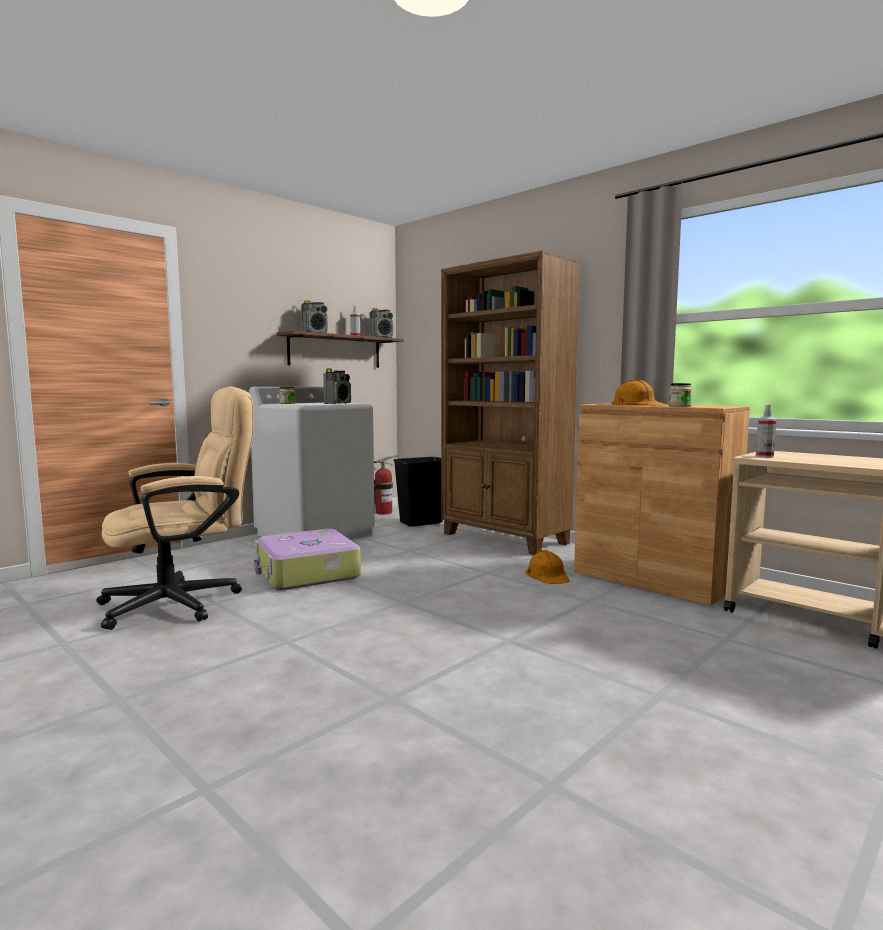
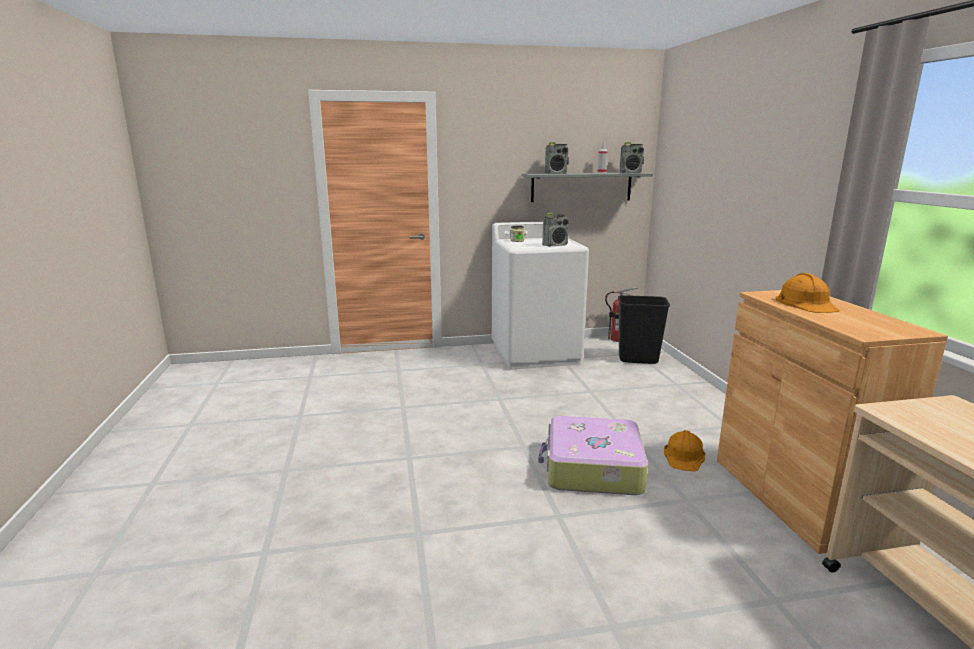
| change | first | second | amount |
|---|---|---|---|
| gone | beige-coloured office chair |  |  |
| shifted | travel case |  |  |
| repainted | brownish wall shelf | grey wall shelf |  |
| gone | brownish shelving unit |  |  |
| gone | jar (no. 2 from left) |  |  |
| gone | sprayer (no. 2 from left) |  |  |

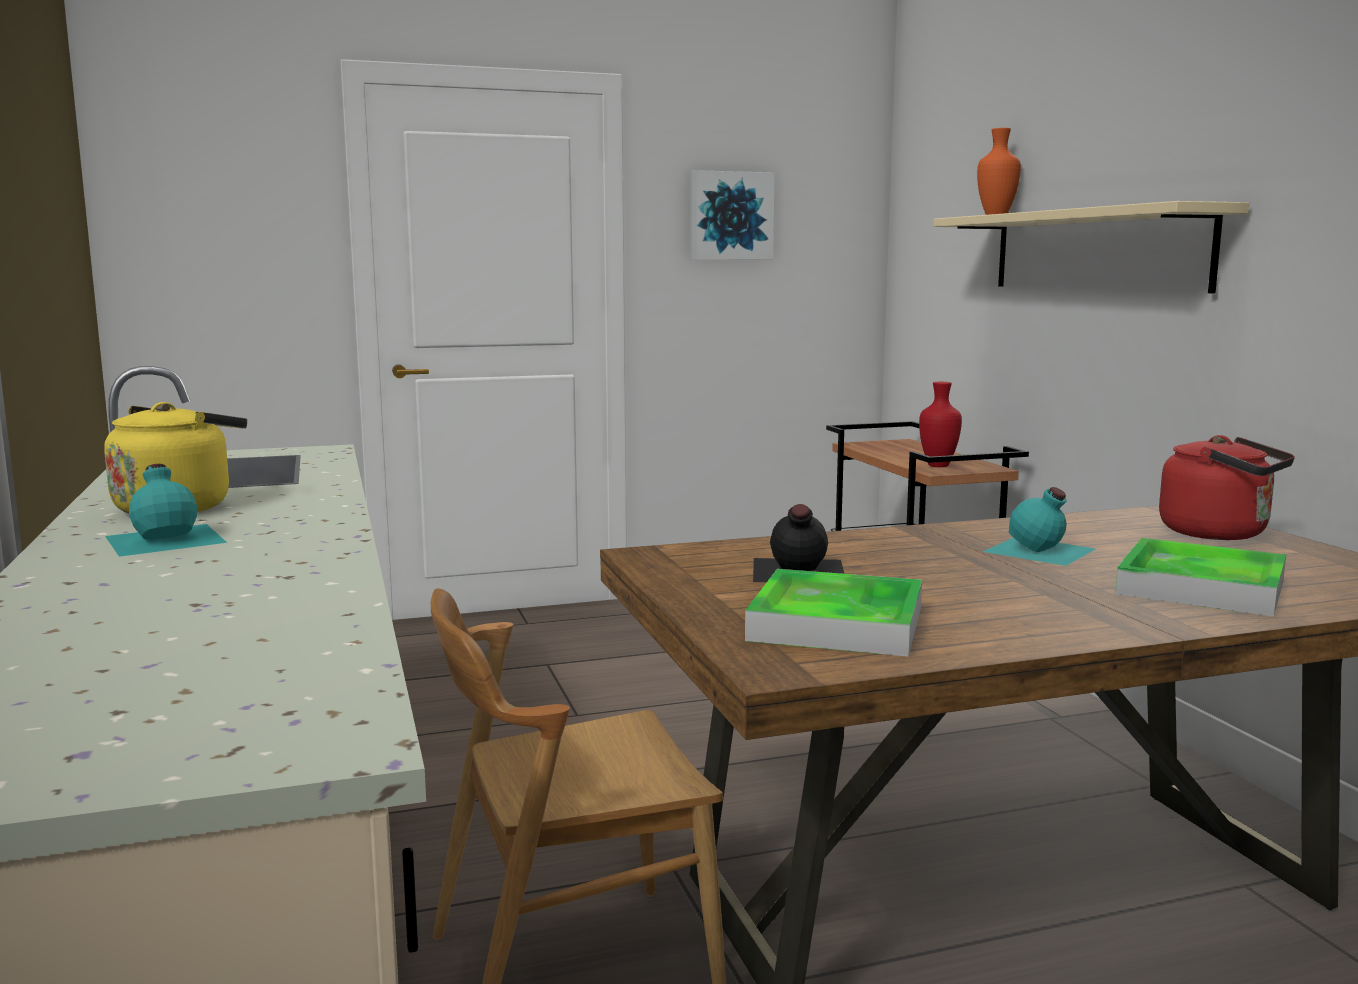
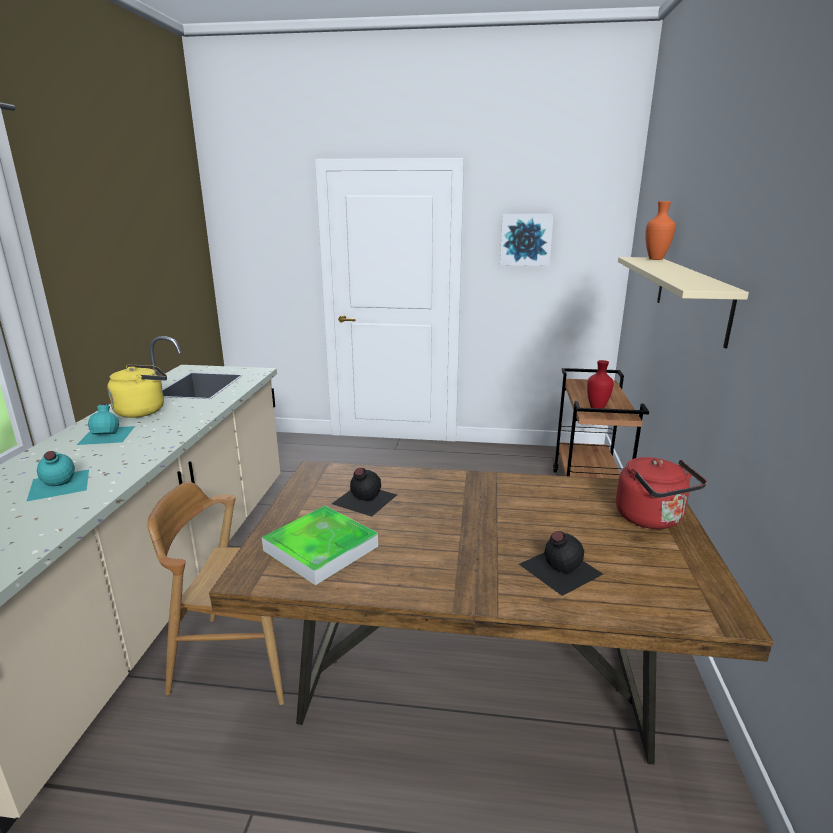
| change | first | second | amount |
|---|---|---|---|
| shifted | turquoise-coloured bottle (no. 2 from left in the first image) | turquoise-coloured bottle (no. 1 from left) |  |
| swapped | tray (no. 2 from left) | blackish bottle (no. 2 from left) |  |

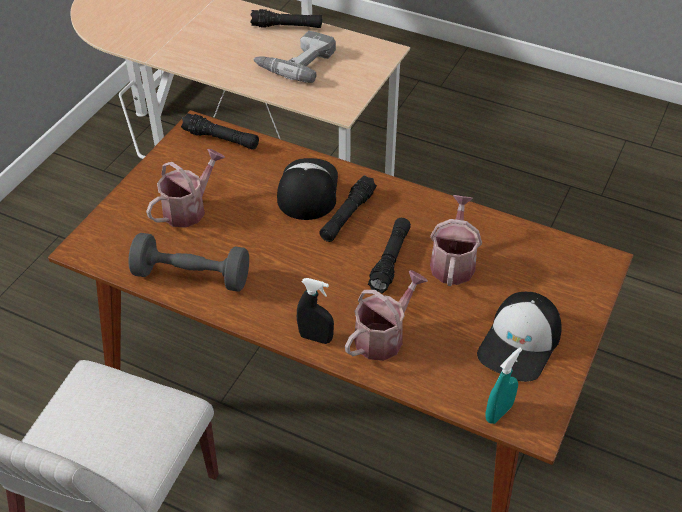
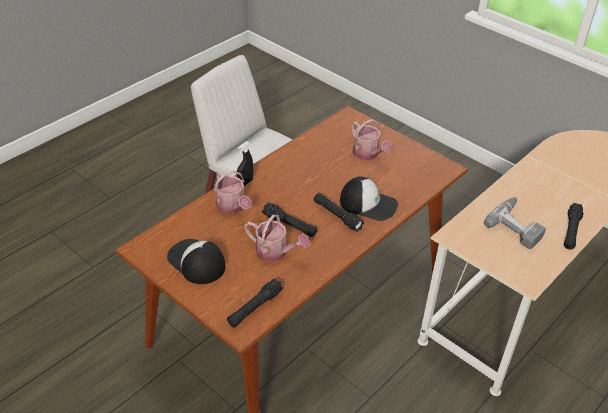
| change | first | second | amount |
|---|---|---|---|
| gone | grey free weight |  |  |
| shifted | blackish flashlight (no. 1 from left) |  |  |
| gone | turquoise-coloured sprayer |  |  |

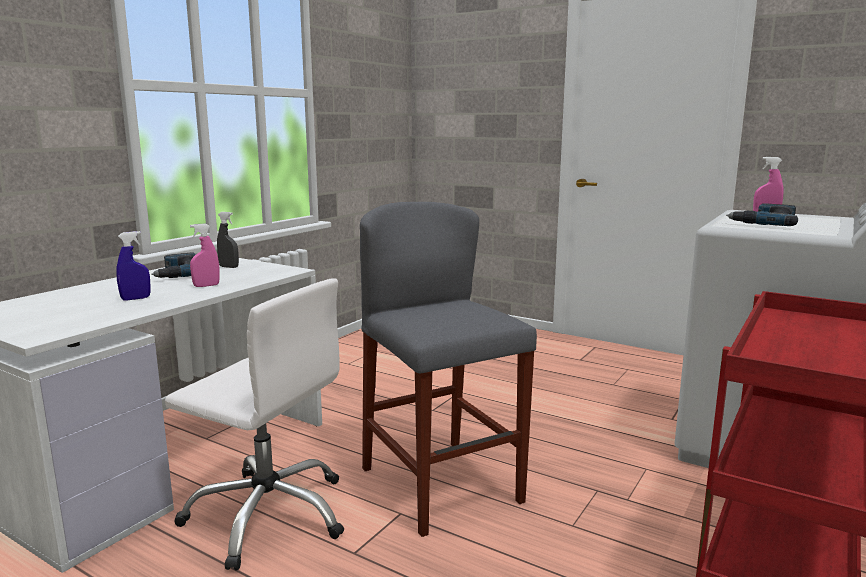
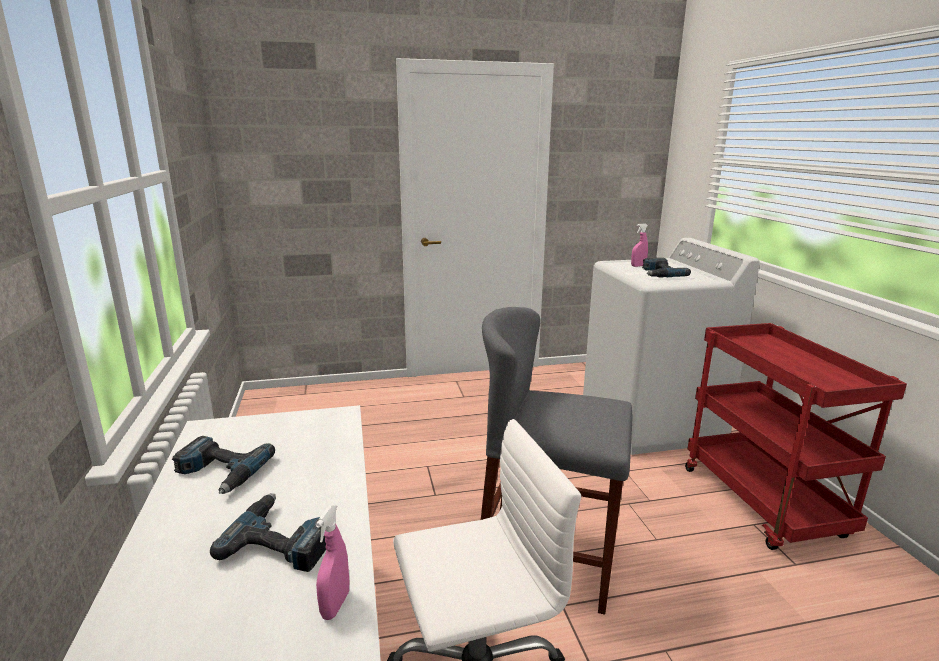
| change | first | second | amount |
|---|---|---|---|
| swapped | bluish sprayer | electric drill (no. 2 from left) |  |
| shifted | pink-coloured sprayer (no. 1 from left) |  |  |
| gone | grey sprayer |  |  |

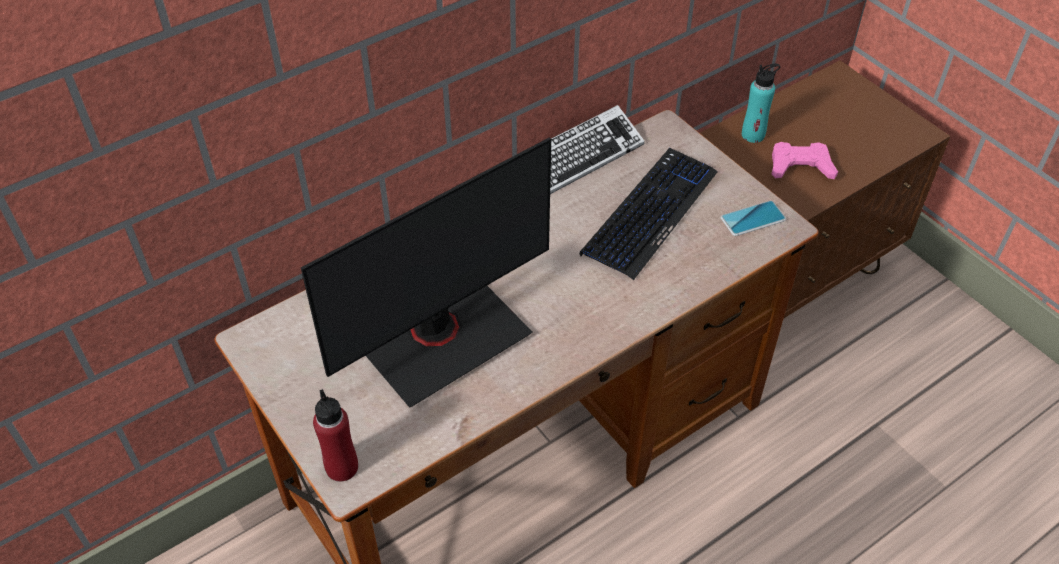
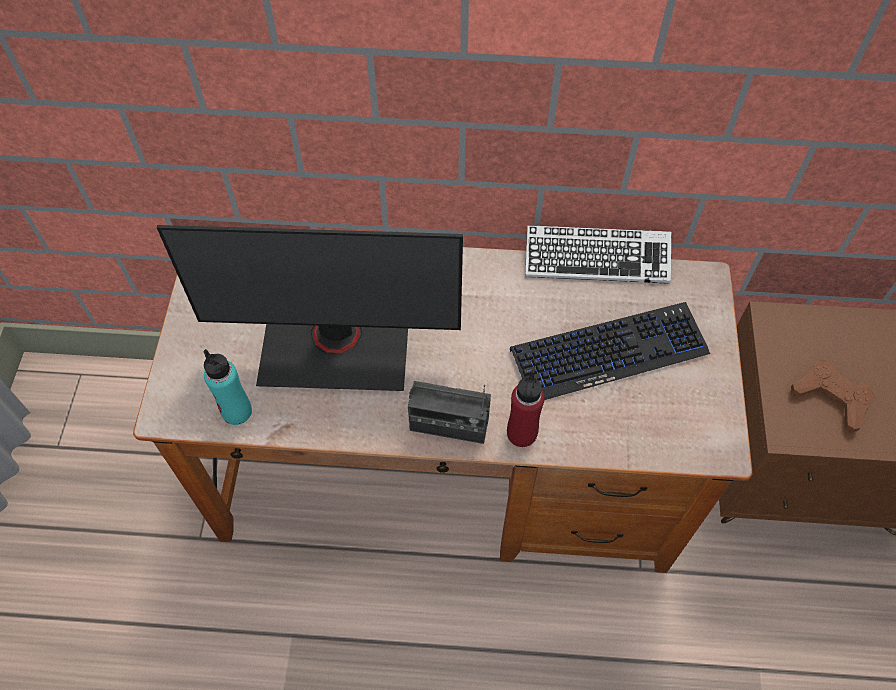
| change | first | second | amount |
|---|---|---|---|
| shifted | red bottle |  |  |
| gone | handset |  |  |
| shifted | turquoise-coloured bottle |  |  |
| repainted | pink-coloured game controller | brownish game controller |  |
| new |  | radio set |  |

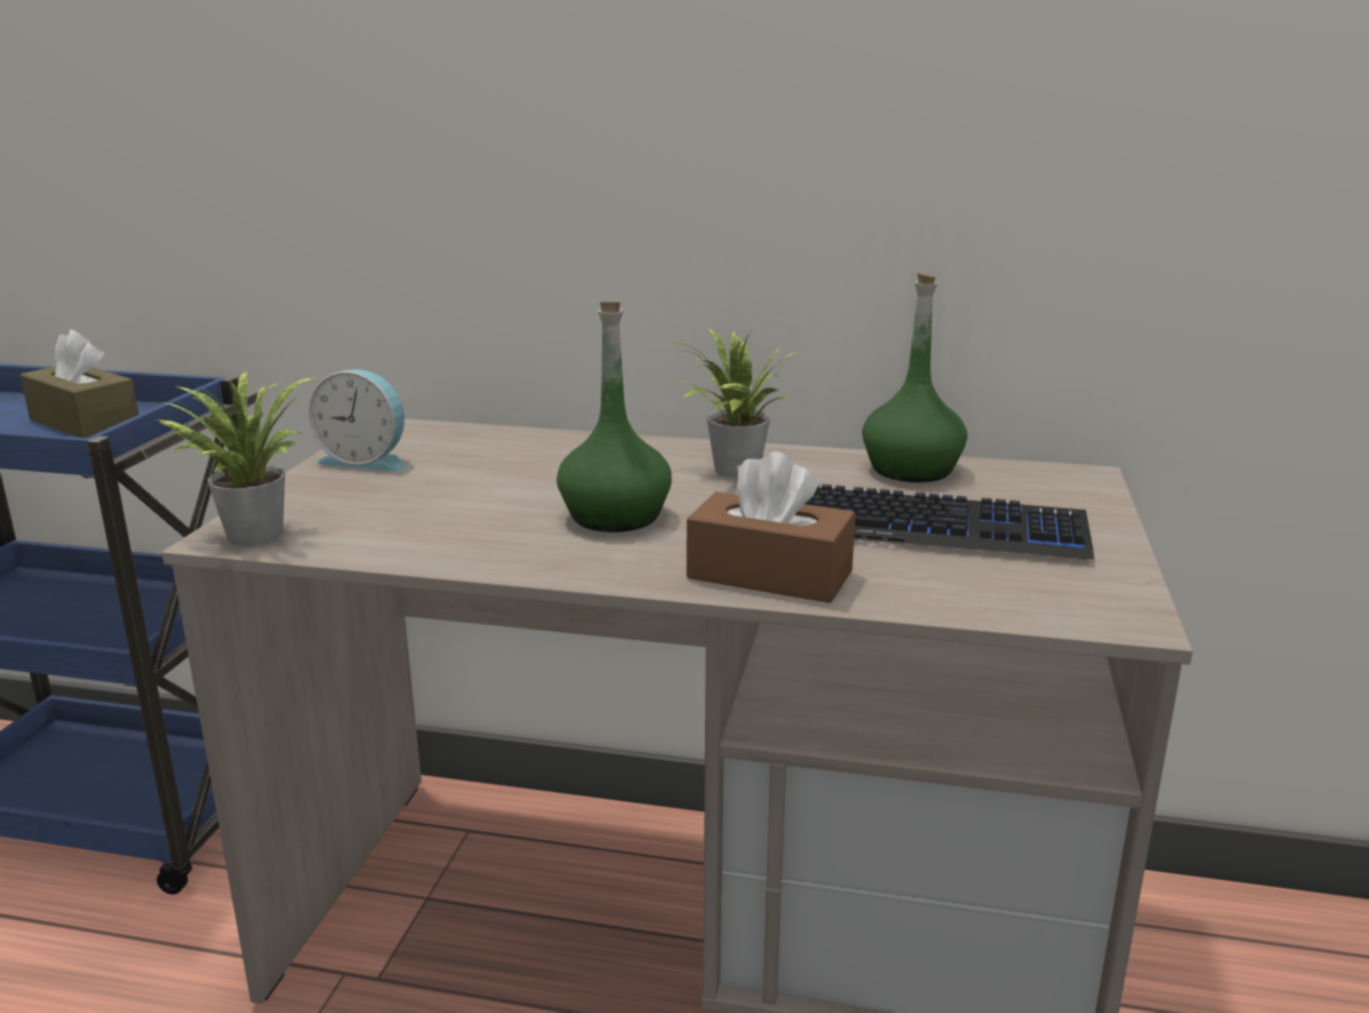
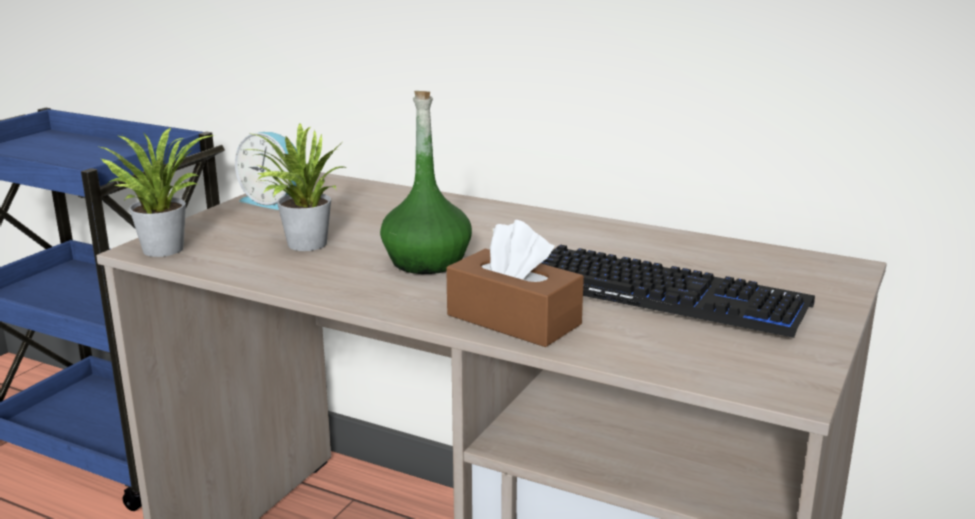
| change | first | second | amount |
|---|---|---|---|
| gone | brownish box of tissues (no. 1 from left) |  |  |
| shifted | potted plant (no. 2 from left) |  |  |
| gone | green bottle (no. 2 from left) |  |  |

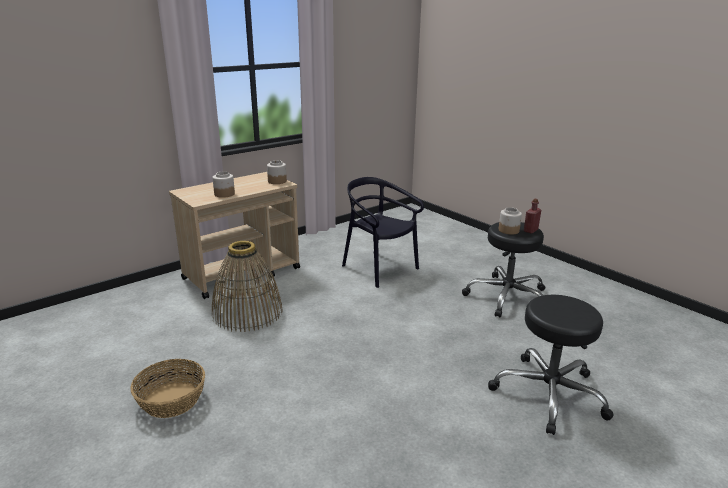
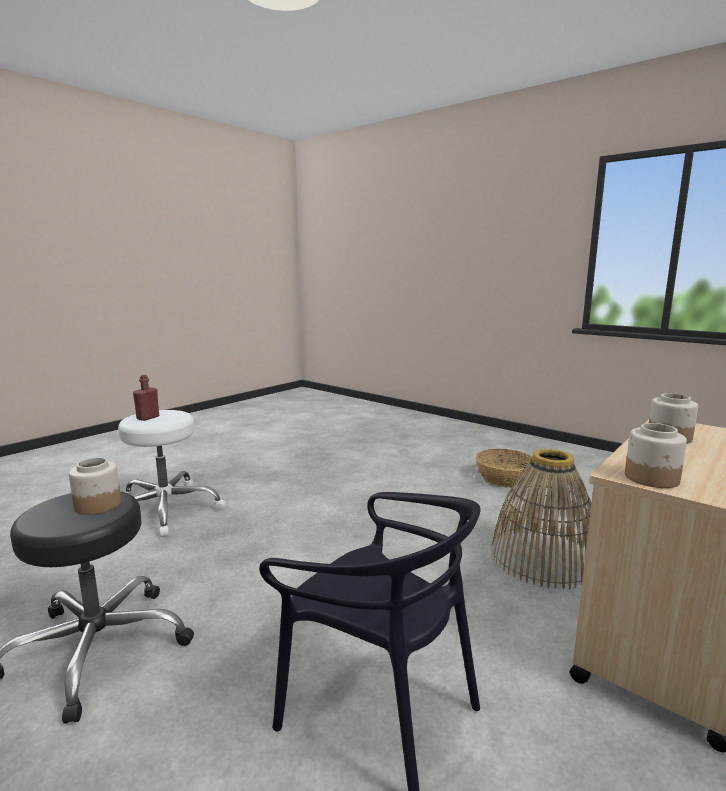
| change | first | second | amount |
|---|---|---|---|
| repainted | blackish stool (no. 2 from left) | white stool |  |
| shifted | red bottle |  |  |

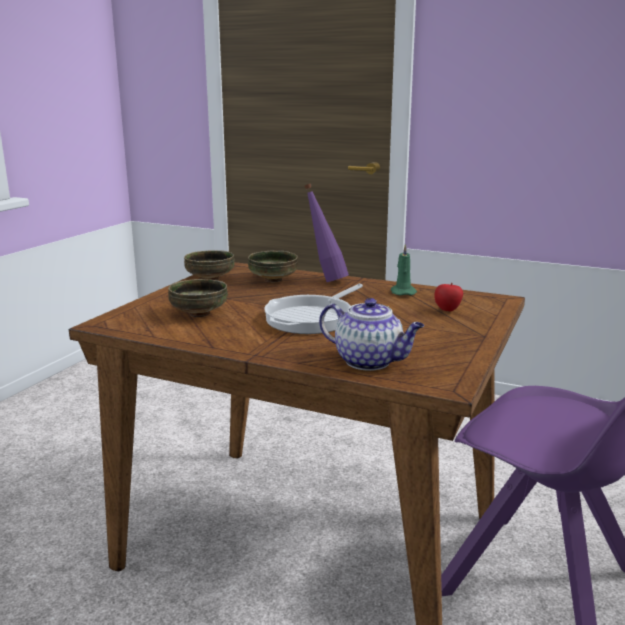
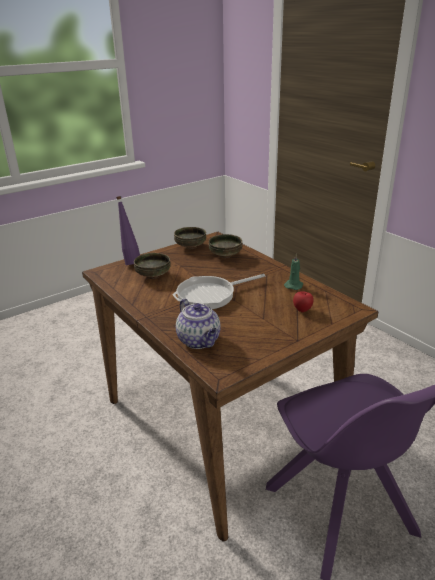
| change | first | second | amount |
|---|---|---|---|
| shifted | purplish bottle |  |  |

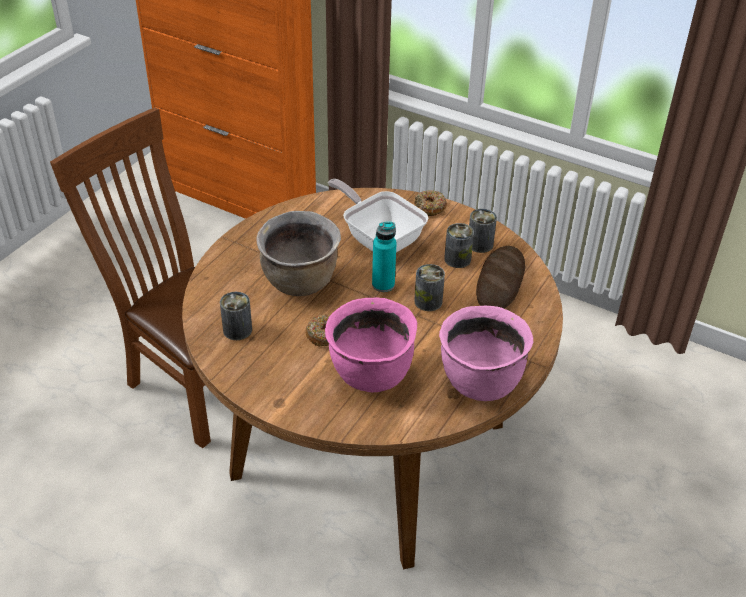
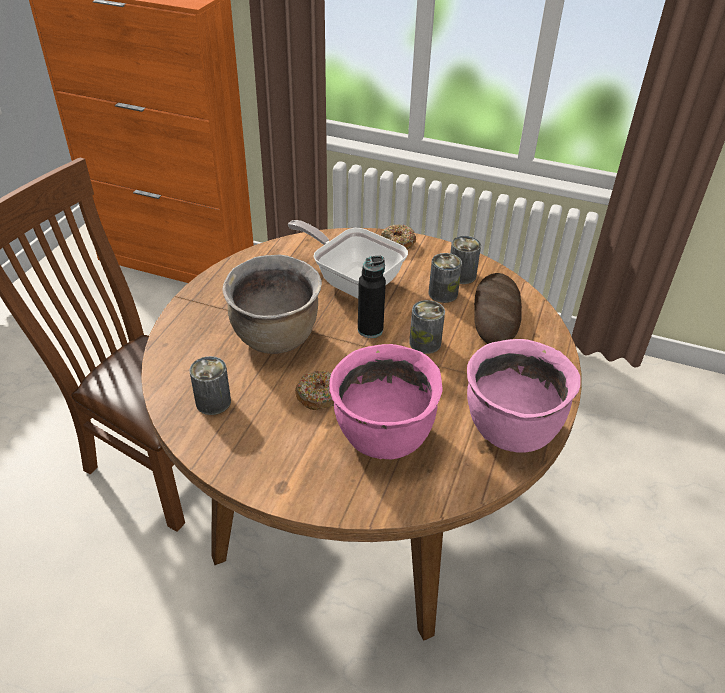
| change | first | second | amount |
|---|---|---|---|
| repainted | turquoise-coloured bottle | blackish bottle |  |

